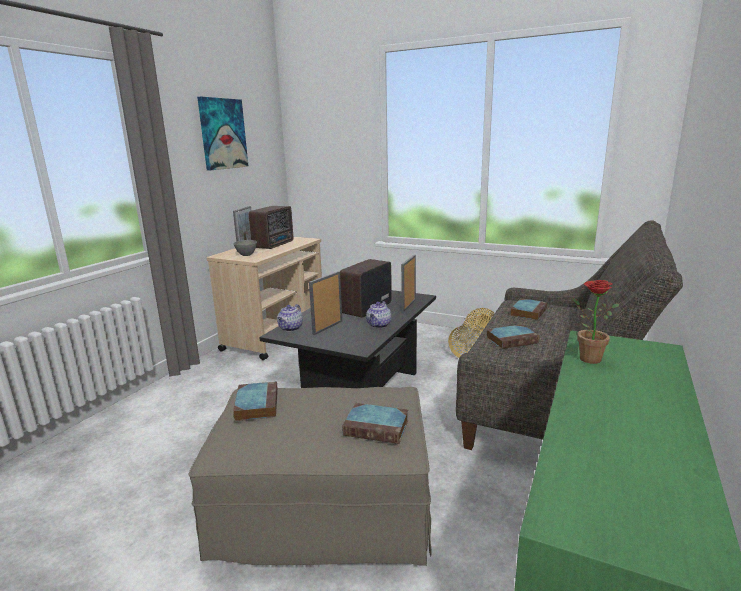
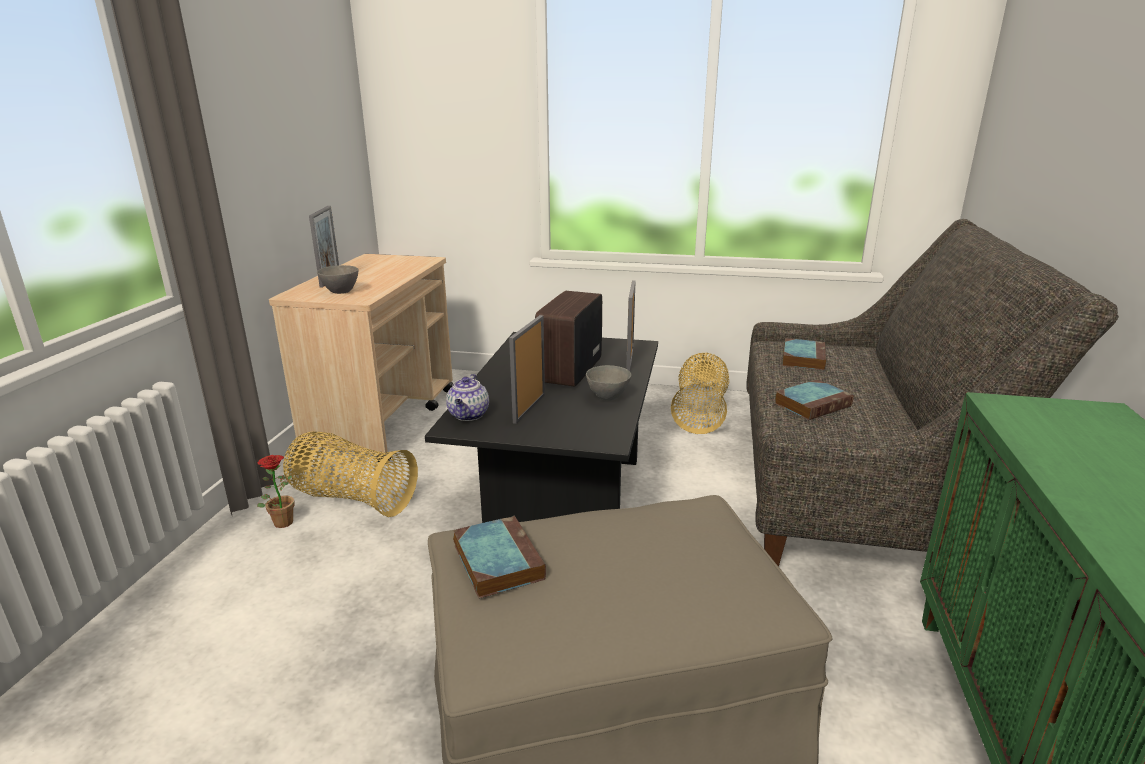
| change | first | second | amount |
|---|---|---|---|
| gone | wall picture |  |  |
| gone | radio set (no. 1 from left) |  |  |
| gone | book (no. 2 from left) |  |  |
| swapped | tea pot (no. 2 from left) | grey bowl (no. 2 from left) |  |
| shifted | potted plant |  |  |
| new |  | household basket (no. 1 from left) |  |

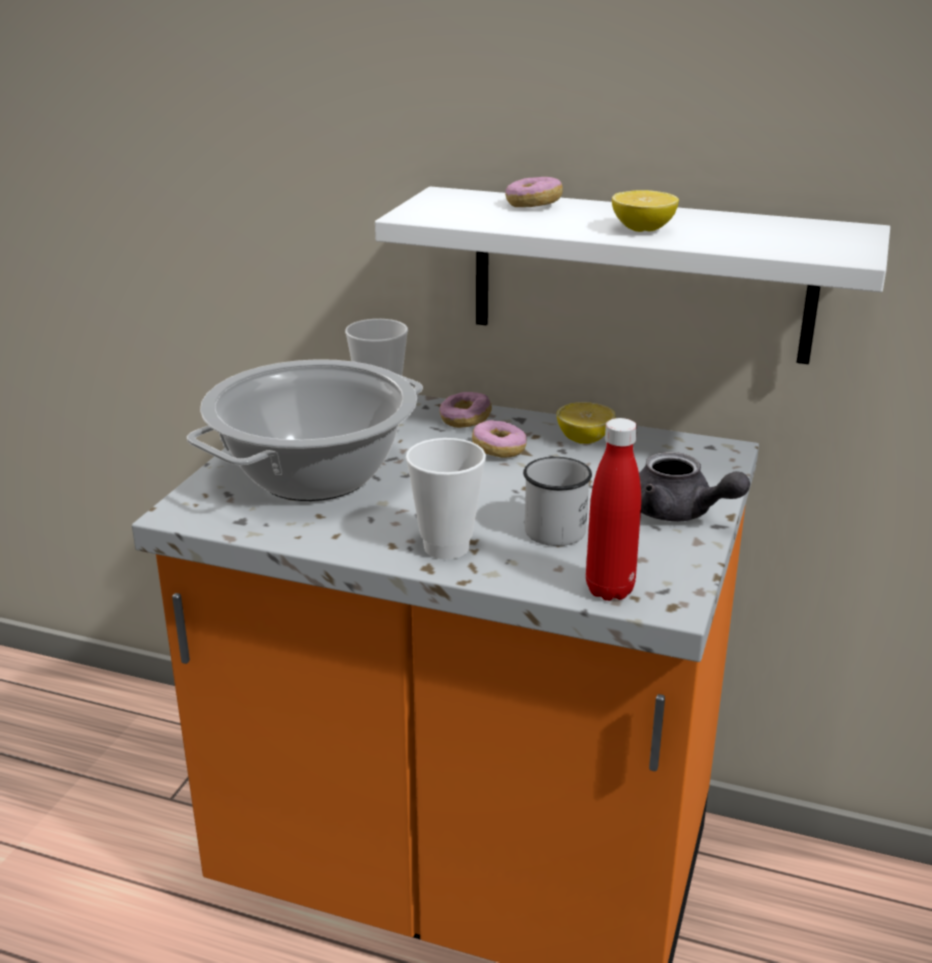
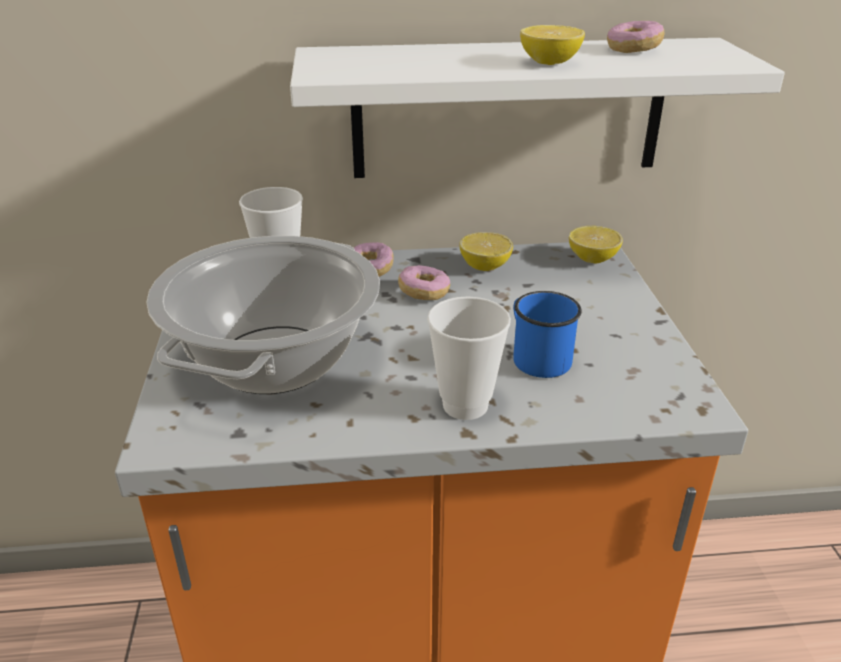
| change | first | second | amount |
|---|---|---|---|
| shifted | donut (no. 3 from left) |  |  |
| repainted | white coffee mug | bluish coffee mug |  |
| gone | red bottle |  |  |
| gone | grey tea pot |  |  |
| new |  | whole lemon (no. 3 from left) |  |

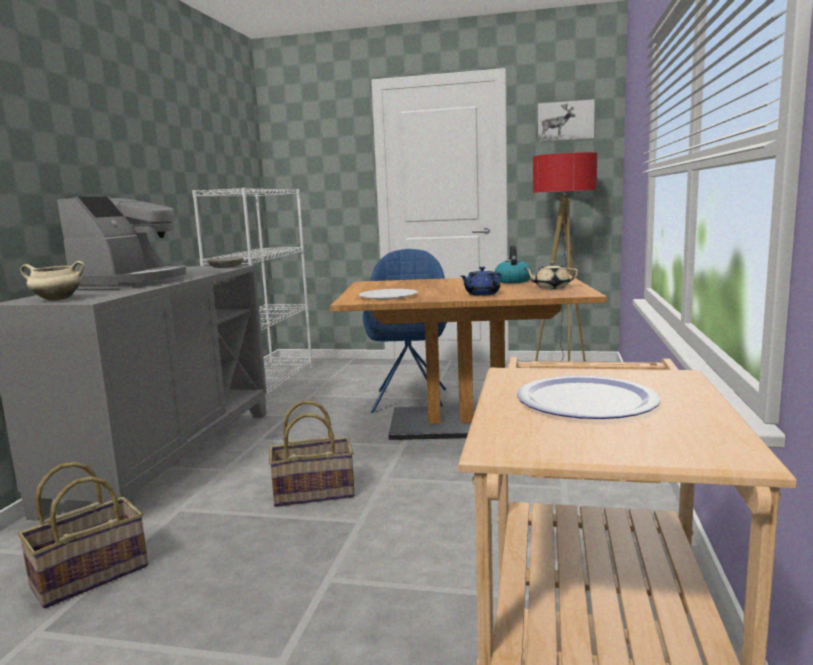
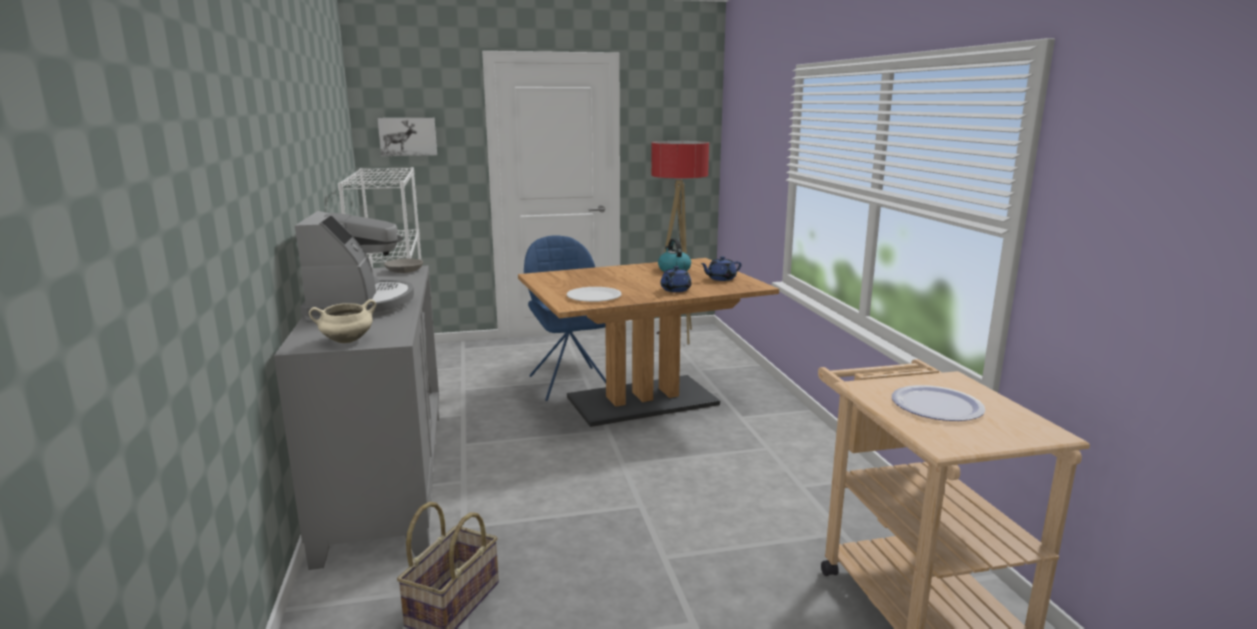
| change | first | second | amount |
|---|---|---|---|
| gone | household basket (no. 2 from left) |  |  |
| repainted | beige-coloured tea pot | bluish tea pot (no. 2 from left) |  |
| shifted | wall picture |  |  |

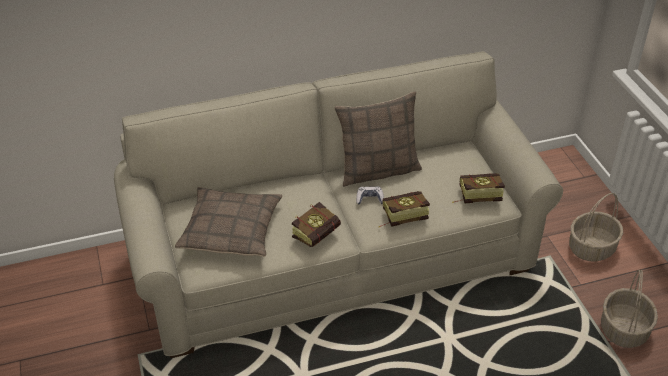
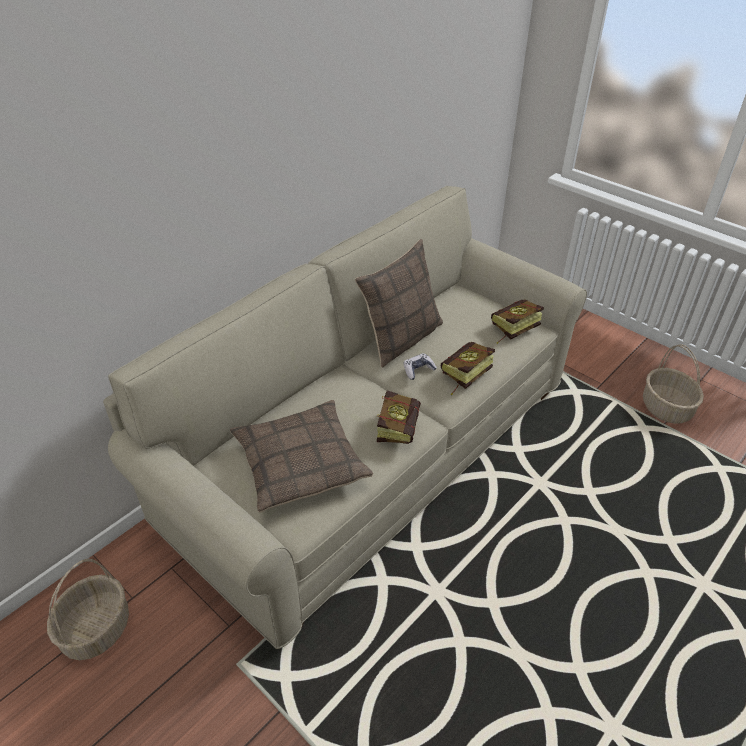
| change | first | second | amount |
|---|---|---|---|
| shifted | household basket (no. 1 from left) |  |  |

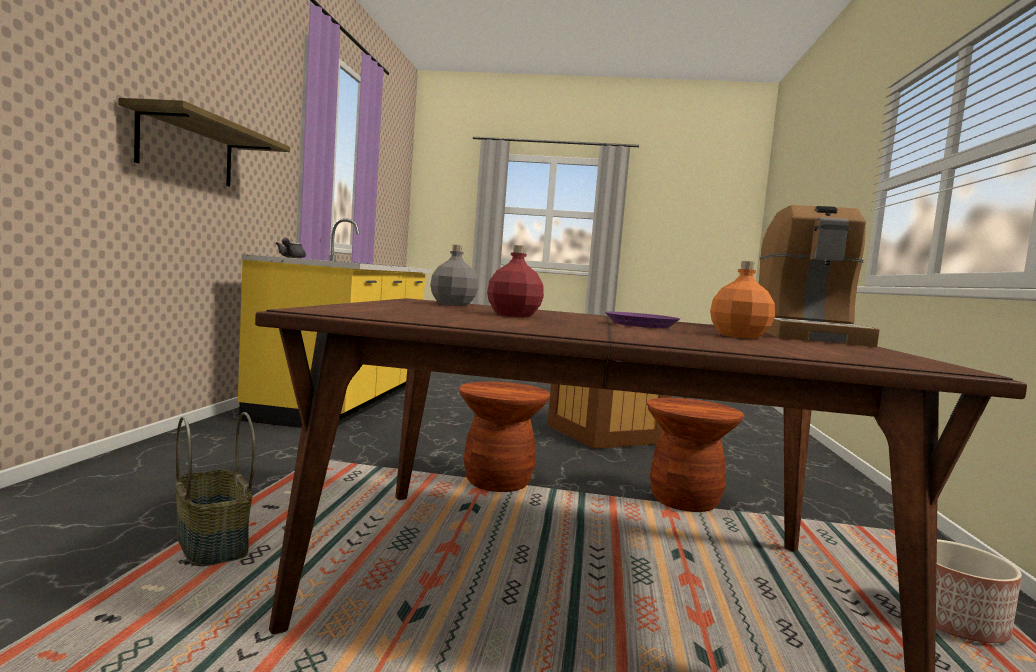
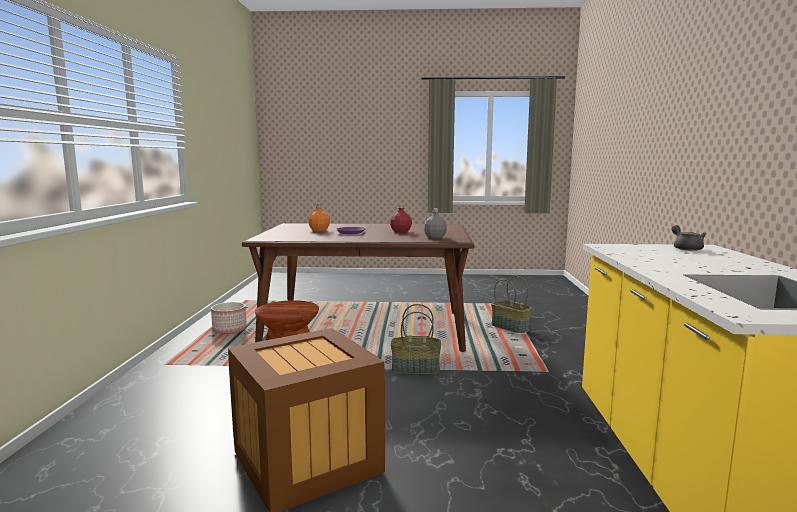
| change | first | second | amount |
|---|---|---|---|
| gone | wall shelf |  |  |
| swapped | brownish stool (no. 1 from left) | household basket (no. 1 from left) |  |
| gone | coffee machine |  |  |

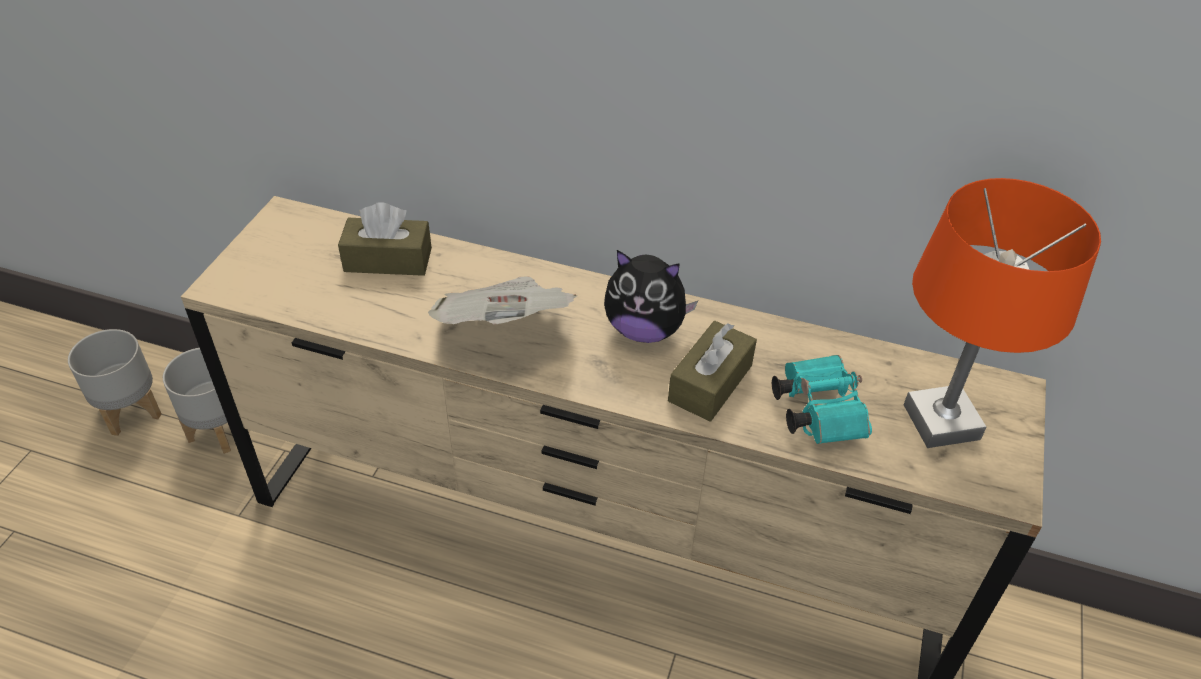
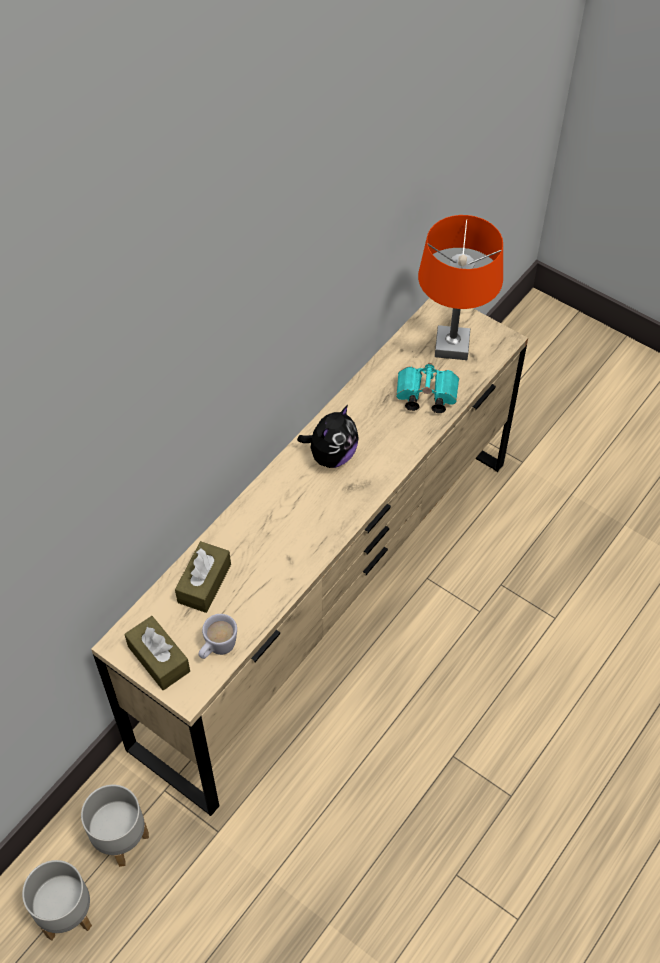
| change | first | second | amount |
|---|---|---|---|
| gone | newspaper |  |  |
| shifted | brownish box of tissues (no. 2 from left in the first image) | brownish box of tissues (no. 1 from left) |  |
| new |  | white coffee mug |  |

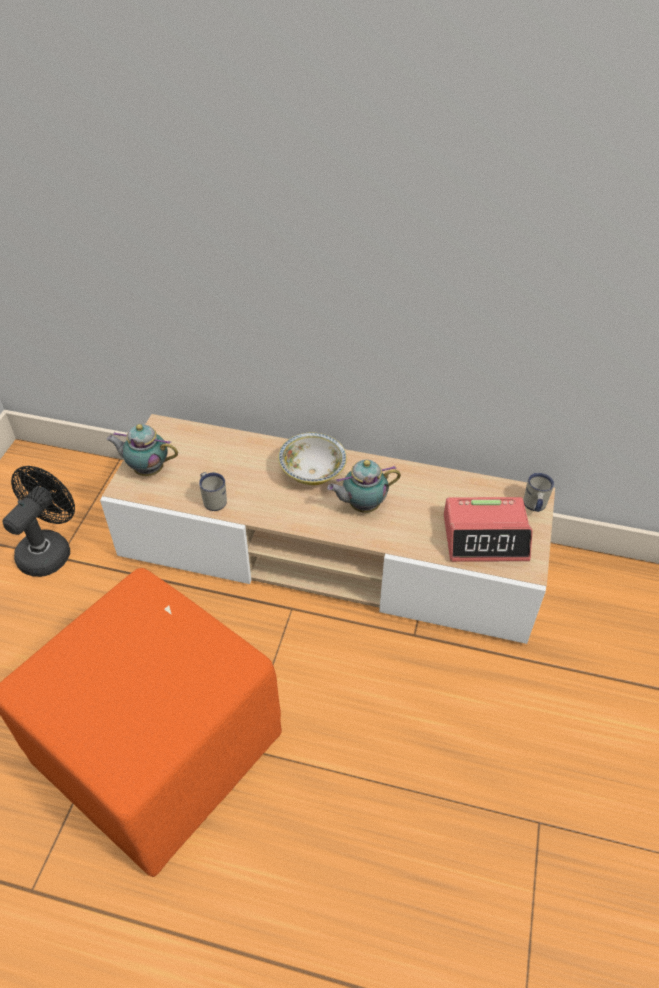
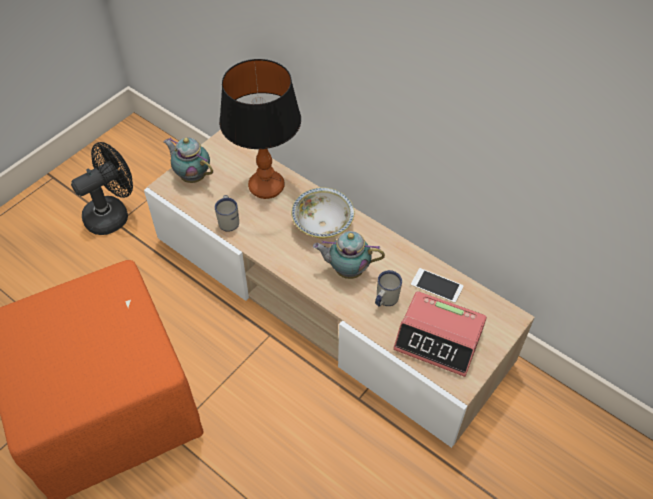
| change | first | second | amount |
|---|---|---|---|
| shifted | white coffee mug (no. 2 from left) |  |  |
| new |  | table lamp |  |
| new |  | handset |  |

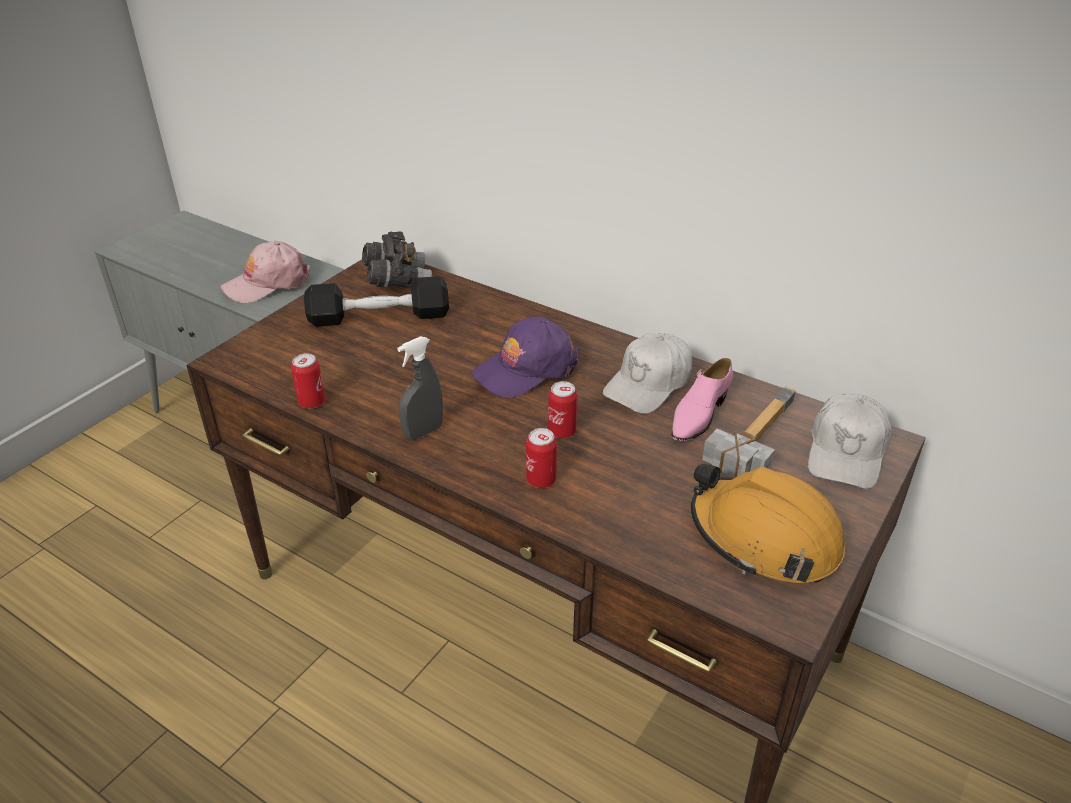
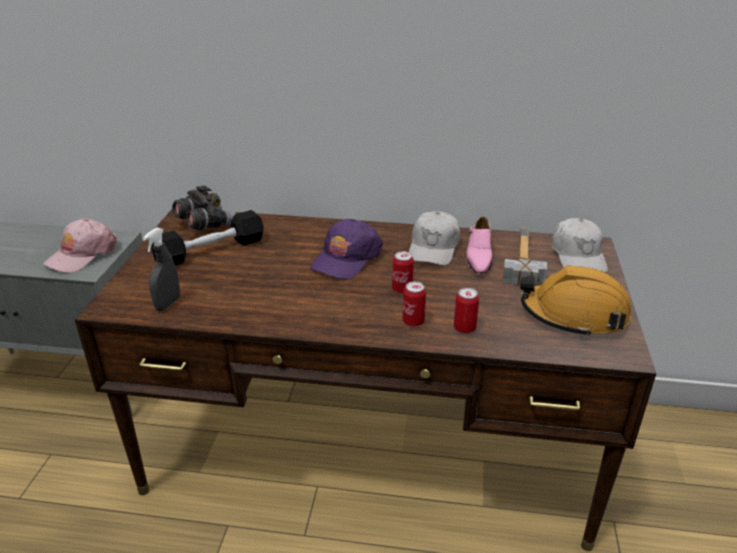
| change | first | second | amount |
|---|---|---|---|
| shifted | metal can (no. 1 from left in the first image) | metal can (no. 3 from left) |  |
| shifted | grey sprayer |  |  |

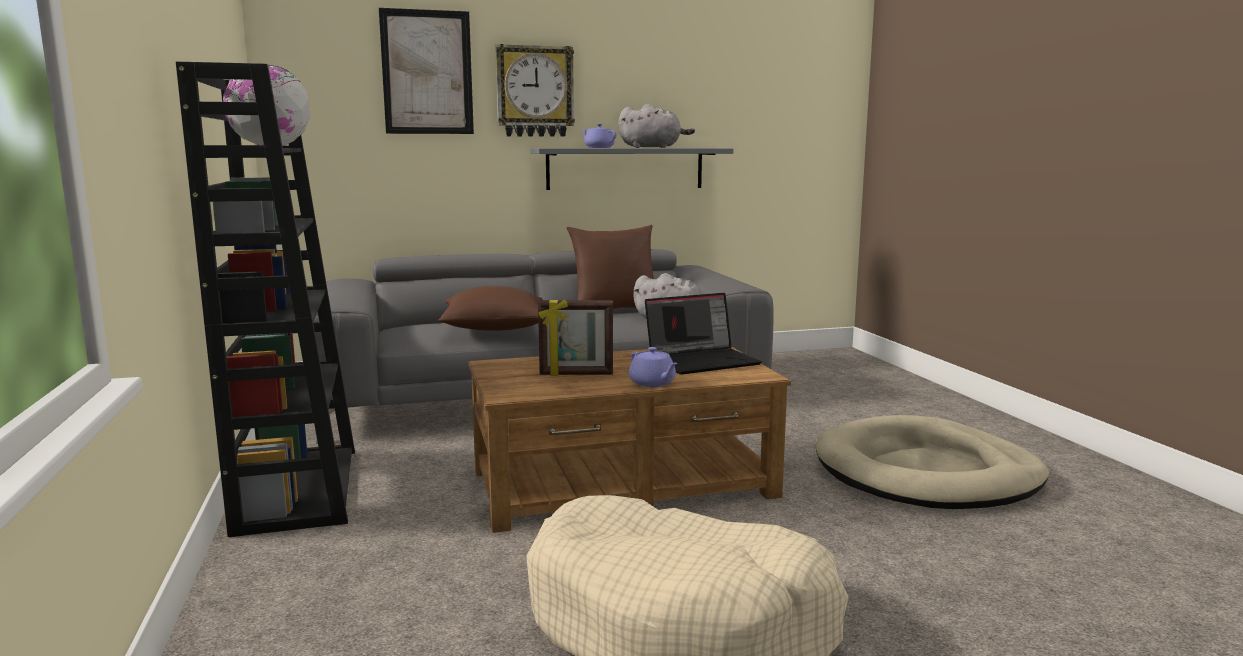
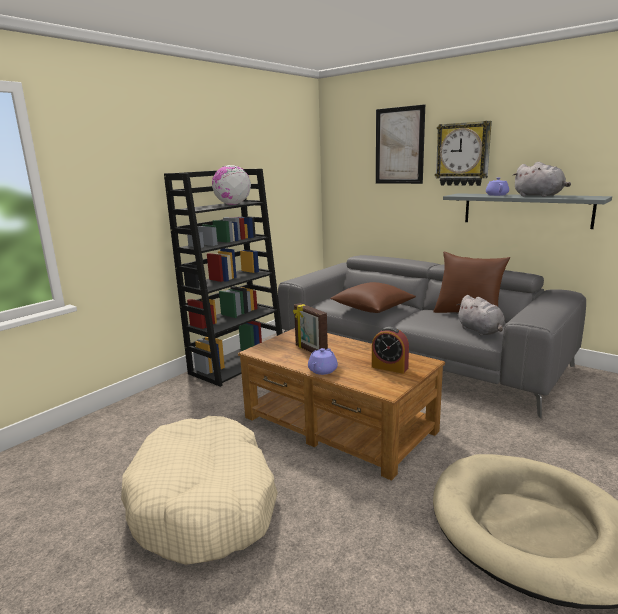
| change | first | second | amount |
|---|---|---|---|
| swapped | notebook computer | table clock |  |

